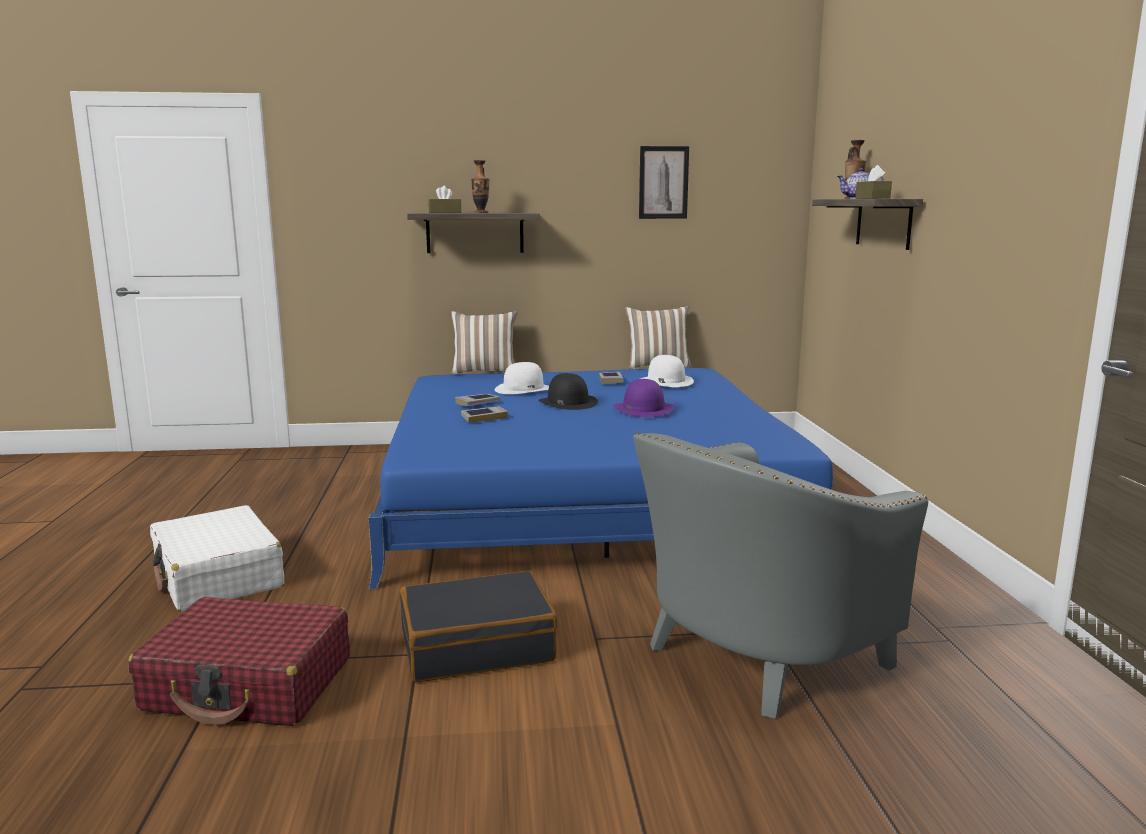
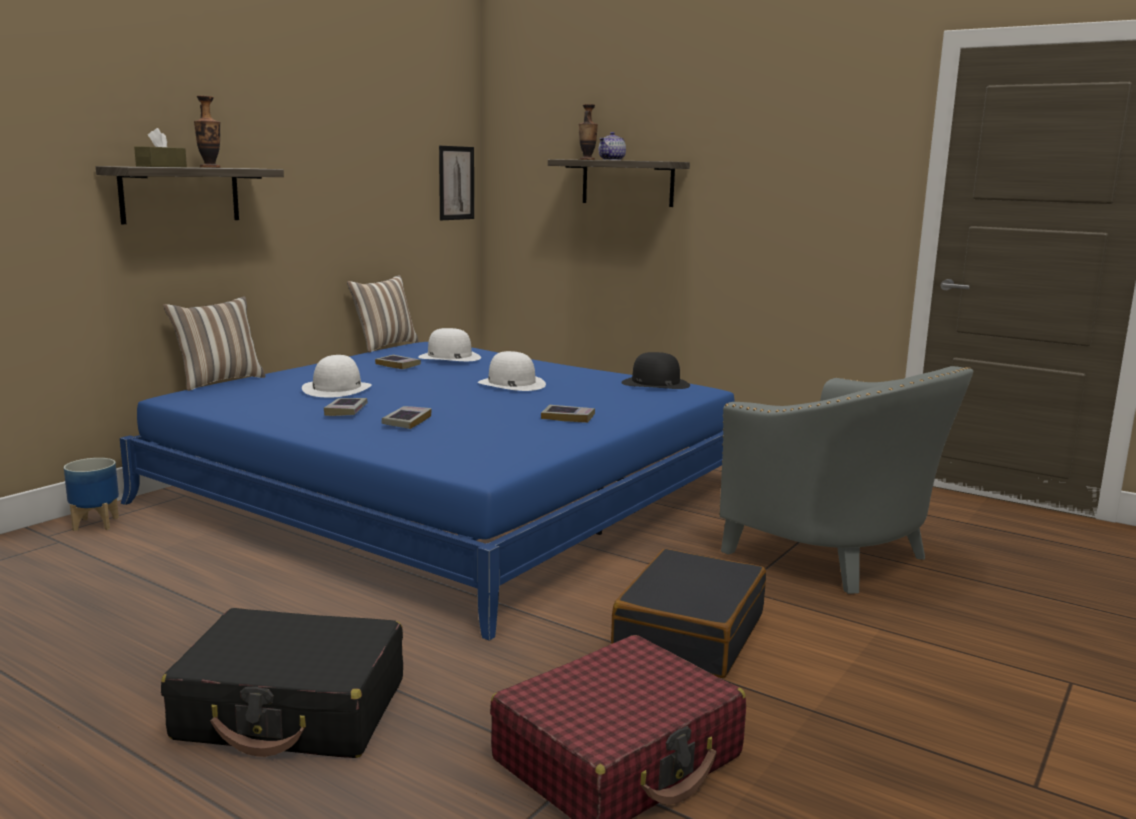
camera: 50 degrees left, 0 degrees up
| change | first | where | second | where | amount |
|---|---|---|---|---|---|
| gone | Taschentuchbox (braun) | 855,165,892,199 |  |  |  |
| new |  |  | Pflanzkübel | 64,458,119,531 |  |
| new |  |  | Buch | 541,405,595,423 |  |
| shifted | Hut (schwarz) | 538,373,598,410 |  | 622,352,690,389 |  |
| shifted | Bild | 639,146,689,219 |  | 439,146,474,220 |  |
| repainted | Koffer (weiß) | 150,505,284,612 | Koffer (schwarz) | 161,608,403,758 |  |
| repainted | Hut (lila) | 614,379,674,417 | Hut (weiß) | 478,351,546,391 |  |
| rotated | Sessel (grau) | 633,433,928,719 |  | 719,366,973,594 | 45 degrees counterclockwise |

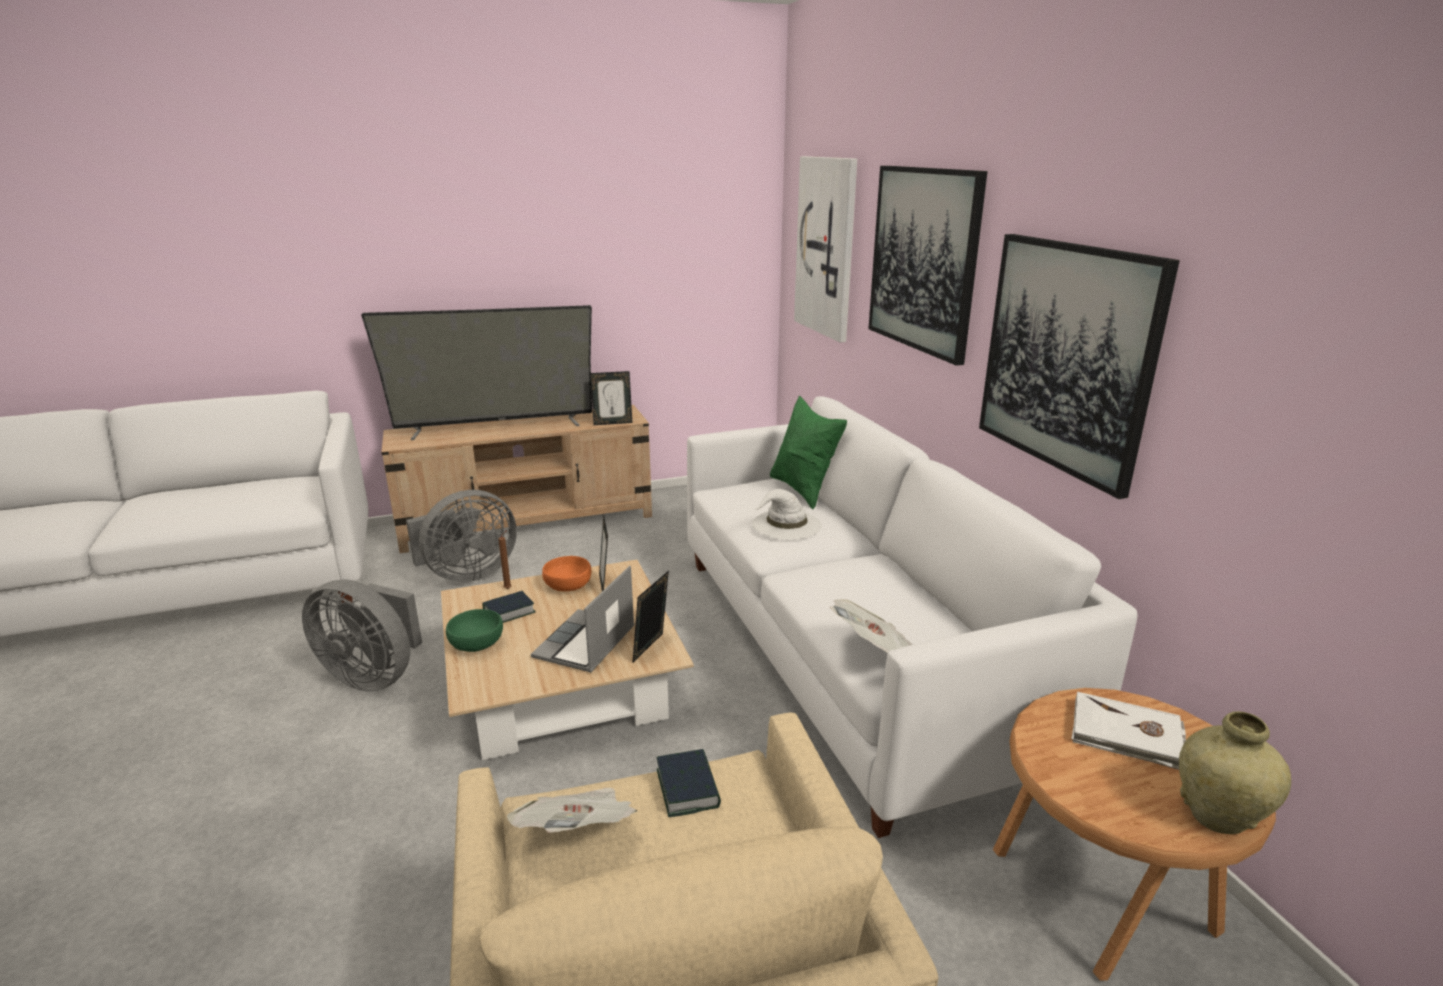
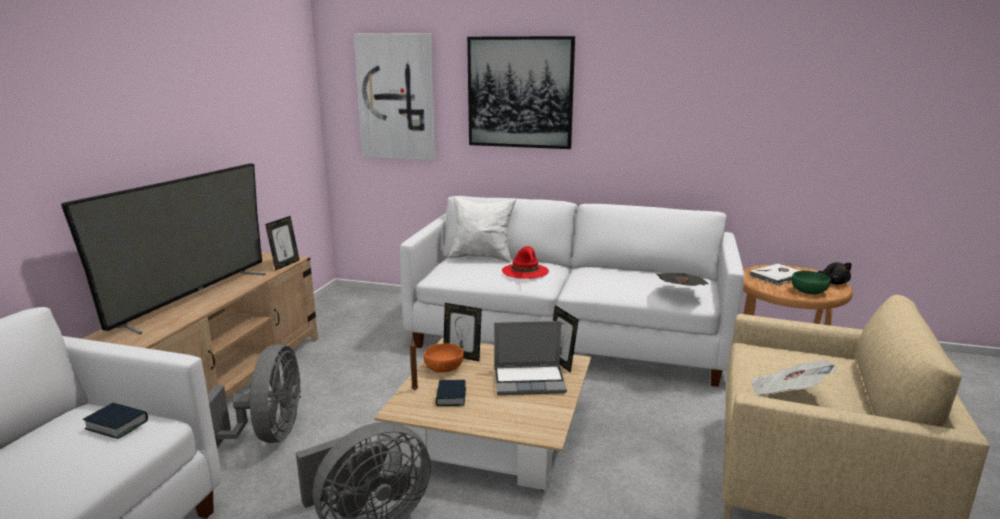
camera: 55 degrees left, 5 degrees down
| change | first | where | second | where | amount |
|---|---|---|---|---|---|
| gone | Bild | 979,234,1180,499 |  |  |  |
| shifted | Schüssel (grün) | 446,609,503,652 |  | 791,271,831,294 |  |
| shifted | Buch | 657,749,721,817 |  | 83,403,148,439 |  |
| swapped | Vase (beige) | 1179,711,1291,834 | Plüschtier (schwarz) | 818,262,851,284 |  |
| repainted | Hut (weiß) | 752,489,822,540 | Hut (rot) | 502,246,549,279 |  |
| repainted | Kissen (grün) | 770,395,847,509 | Kissen (weiß) | 449,196,516,263 |  |
| rotated | Laptop | 531,565,635,672 |  | 494,321,567,395 | 60 degrees counterclockwise |

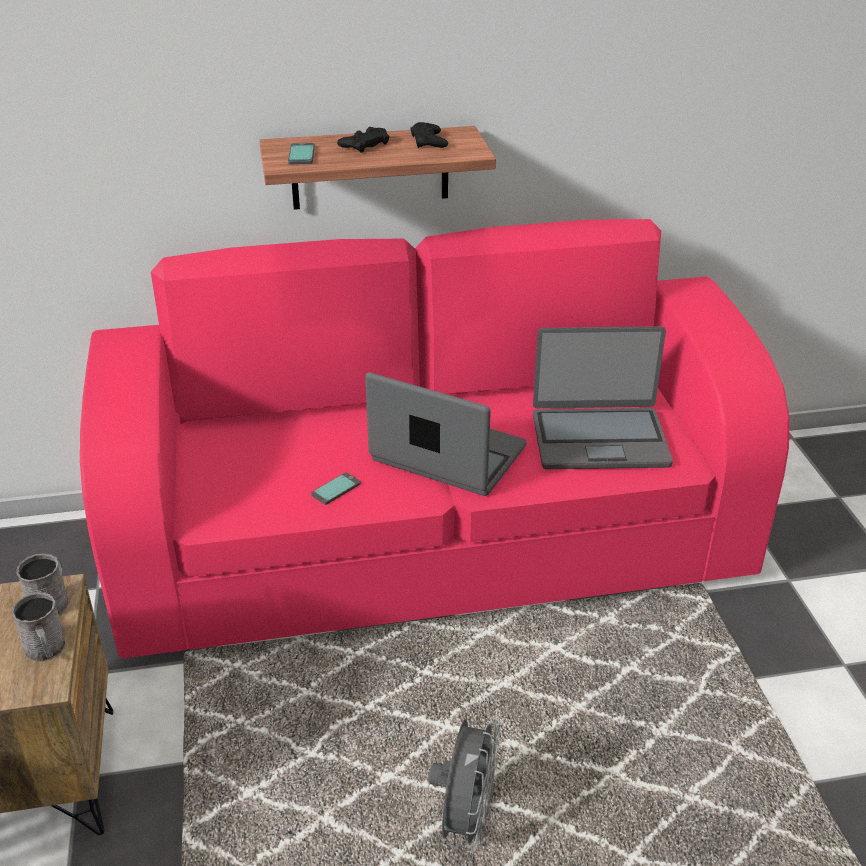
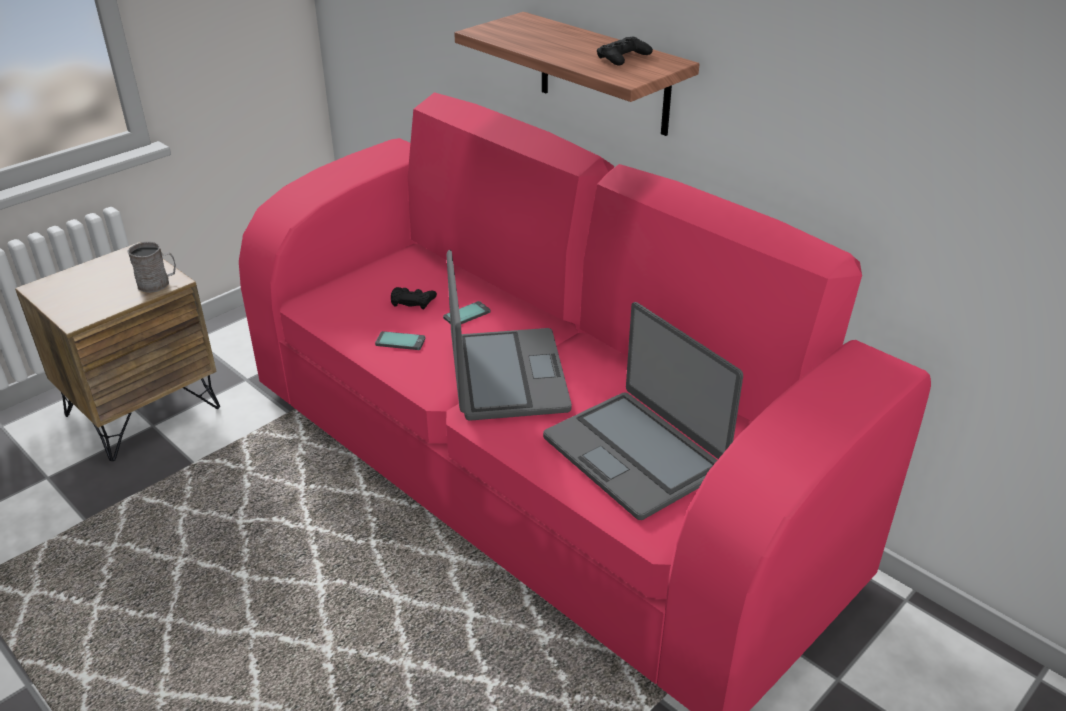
camera: 55 degrees right, 0 degrees up
| change | first | where | second | where | amount |
|---|---|---|---|---|---|
| gone | Henkelbecher (grau) | 12,592,66,661 |  |  |  |
| gone | Ventilator (grau) | 428,717,500,853 |  |  |  |
| shifted | Handy | 288,143,315,165 |  | 443,301,491,324 |  |
| shifted | Gamepad (schwarz) | 337,127,390,153 |  | 391,287,437,309 |  |

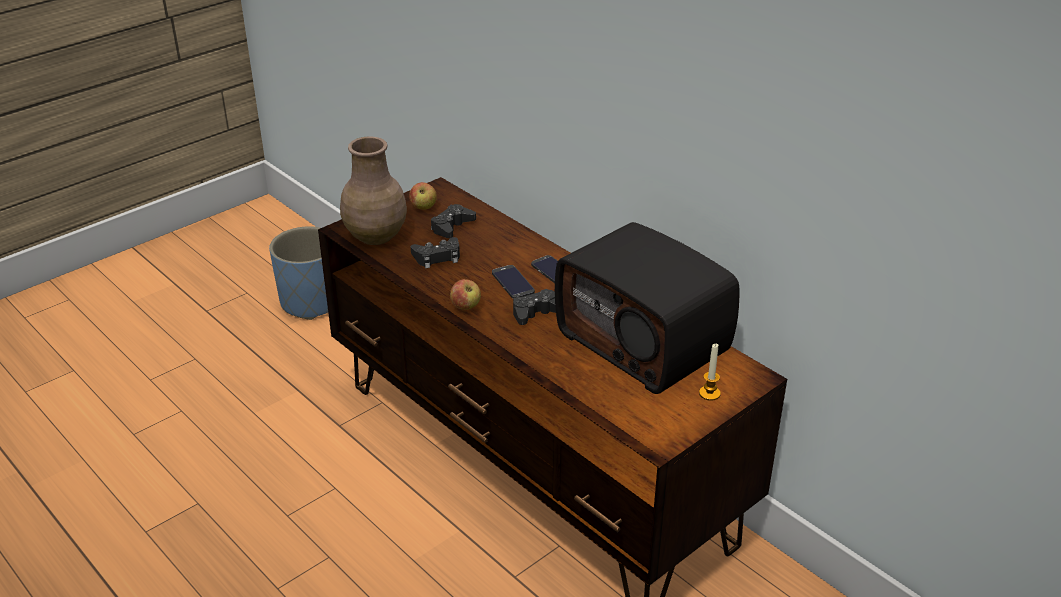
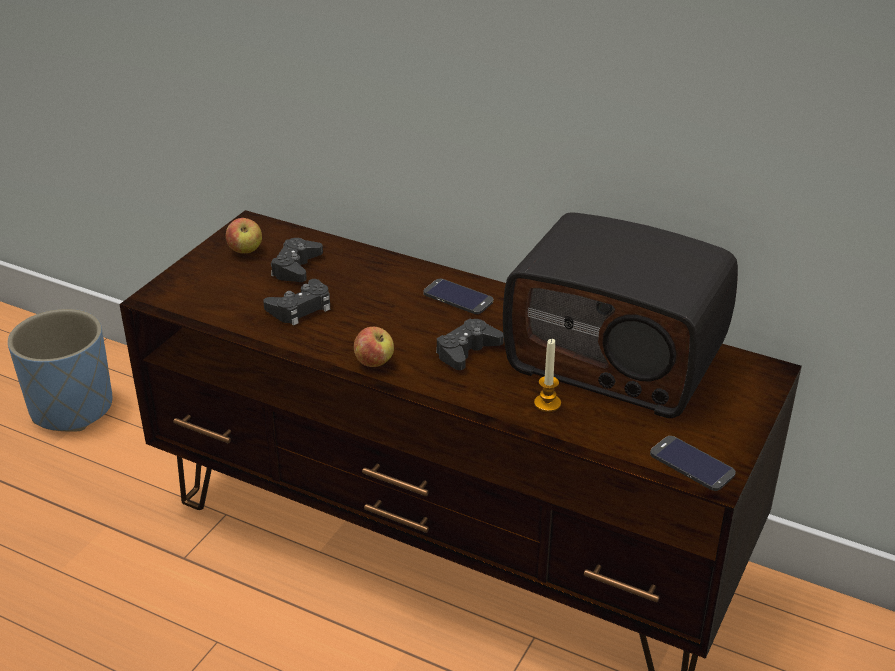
camera: 20 degrees left, 0 degrees up
| change | first | where | second | where | amount |
|---|---|---|---|---|---|
| gone | Vase (braun) | 340,137,407,245 |  |  |  |
| shifted | Handy | 492,265,535,298 |  | 650,436,736,491 |  |
| shifted | Kerze | 699,343,721,401 |  | 534,339,561,412 |  |

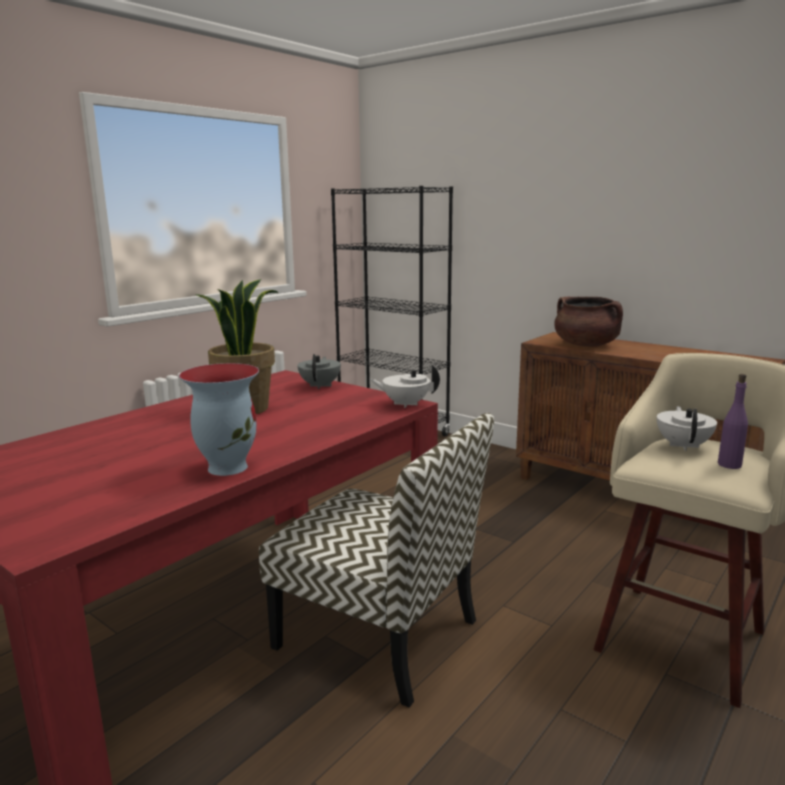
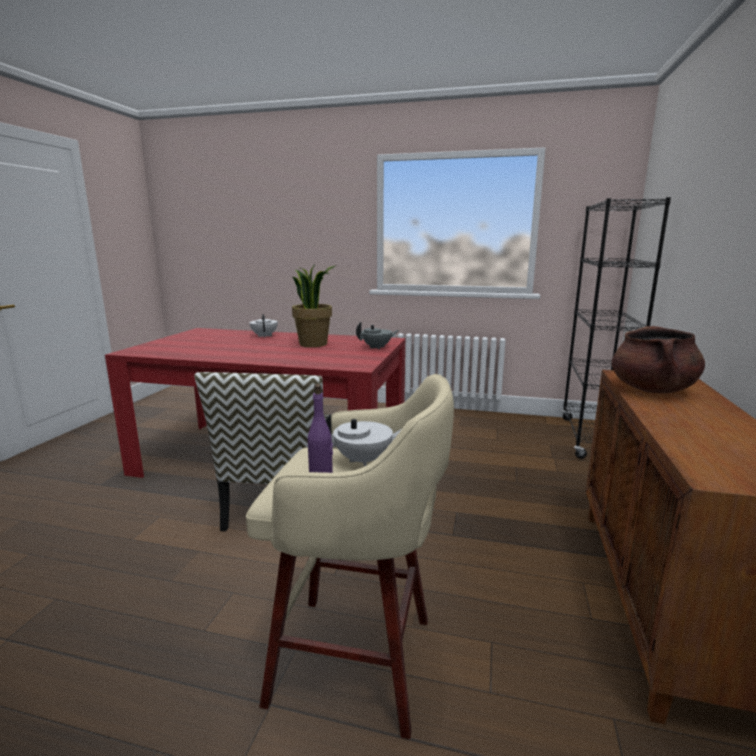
camera: 65 degrees right, 0 degrees up
| change | first | where | second | where | amount |
|---|---|---|---|---|---|
| gone | Vase | 179,363,259,476 |  |  |  |
| shifted | Teekanne (weiß) | 370,365,440,408 |  | 249,314,278,338 |  |

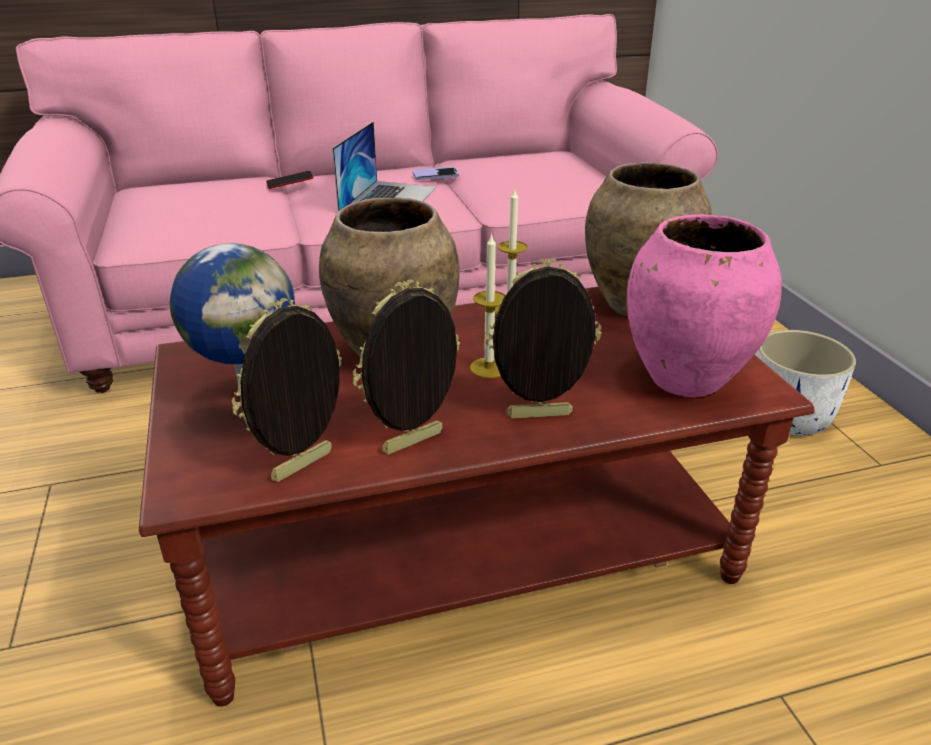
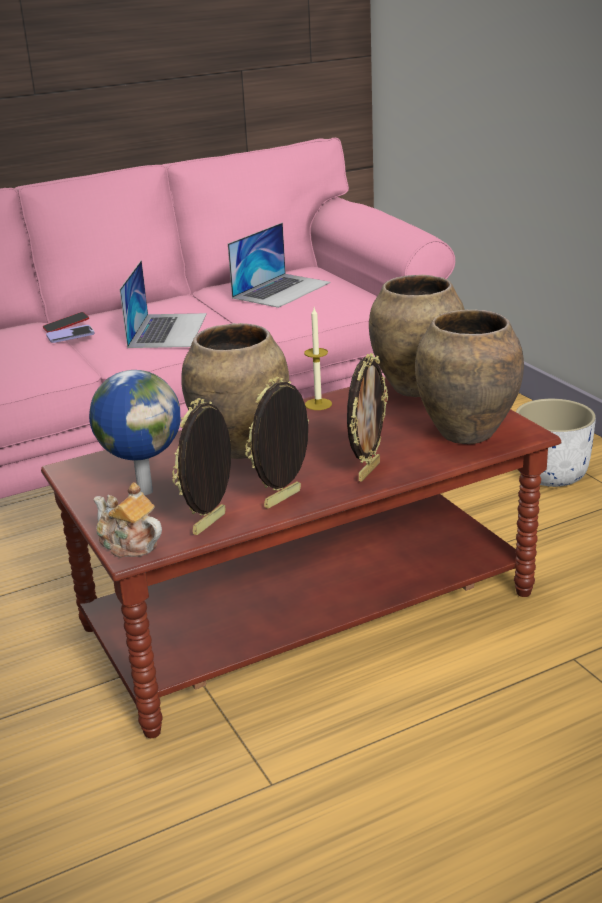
camera: 10 degrees left, 5 degrees down
| change | first | where | second | where | amount |
|---|---|---|---|---|---|
| gone | Kerze | 470,233,506,378 |  |  |  |
| new |  |  | Teekanne | 93,482,162,558 |  |
| new |  |  | Laptop | 228,223,331,308 |  |
| shifted | Handy | 413,167,459,180 |  | 46,325,95,343 |  |
| repainted | Vase (rosa) | 627,214,782,397 | Vase (braun) | 415,309,524,444 |  |
| rotated | Bilderrahmen | 485,259,602,418 |  | 347,353,388,482 | 135 degrees clockwise |

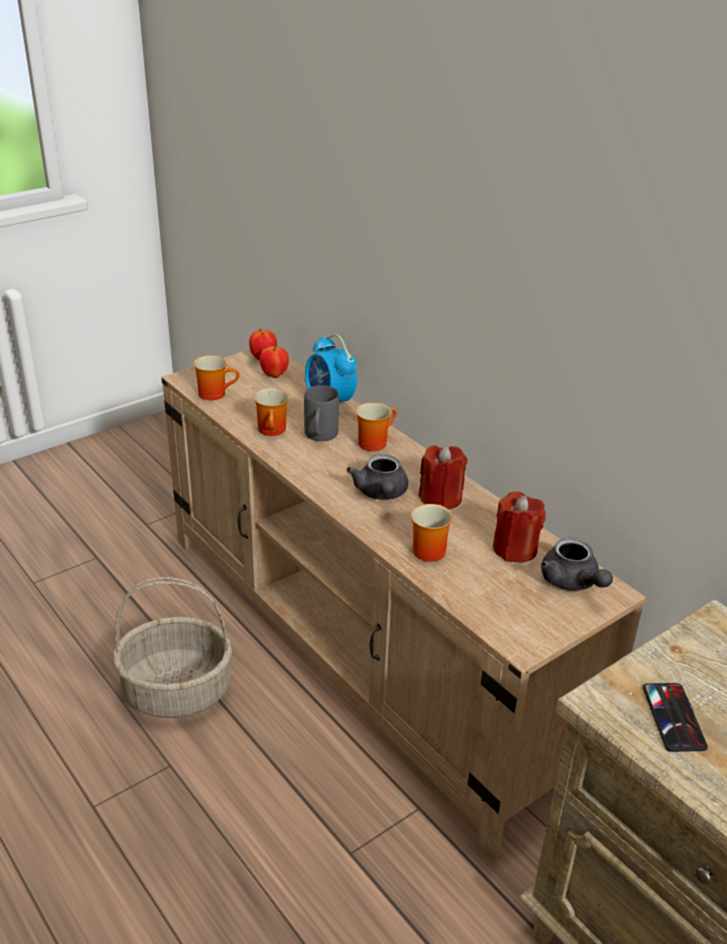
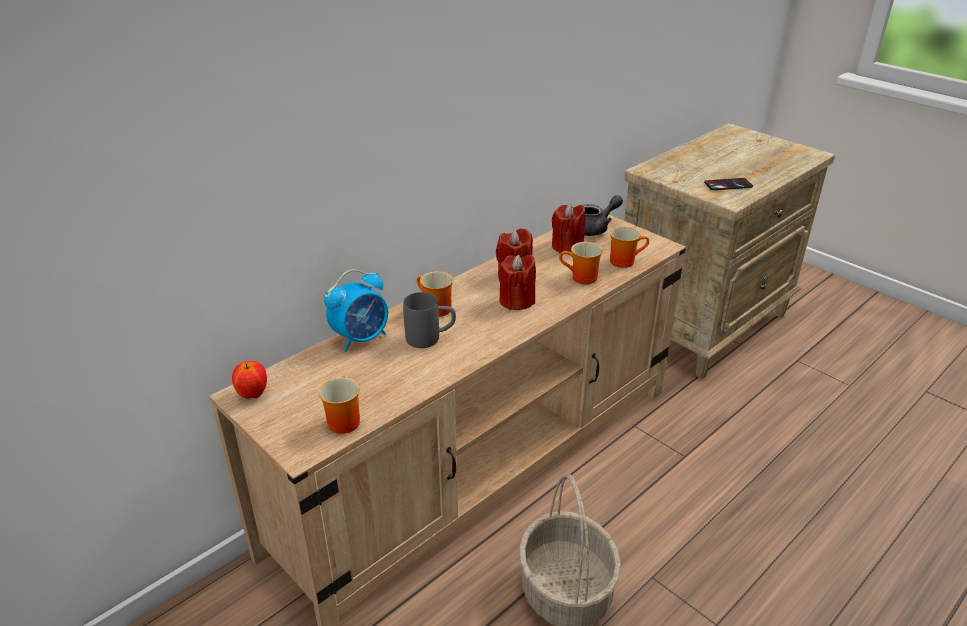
camera: 95 degrees left, 0 degrees up
| change | first | where | second | where | amount |
|---|---|---|---|---|---|
| gone | Apfel | 260,345,289,378 |  |  |  |
| shifted | Henkelbecher | 254,388,289,436 |  | 610,227,649,268 |  |
| swapped | Teekanne (grau) | 347,454,408,500 | Kerze (rot) | 498,254,536,310 |  |

